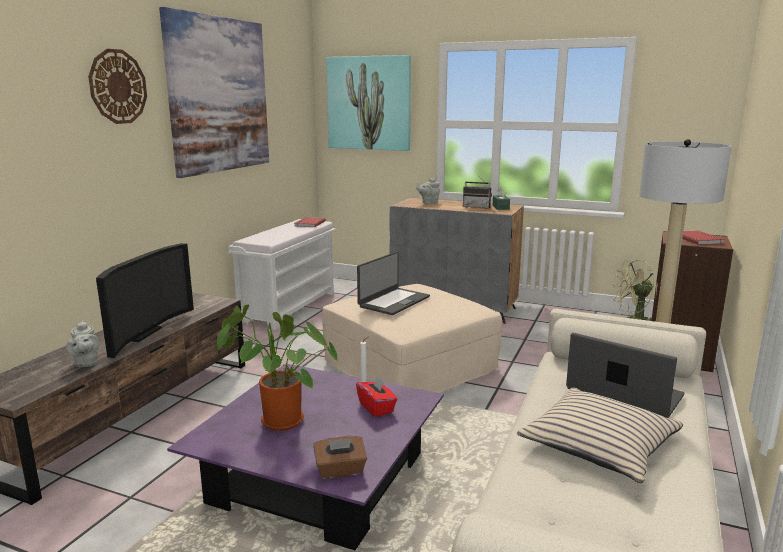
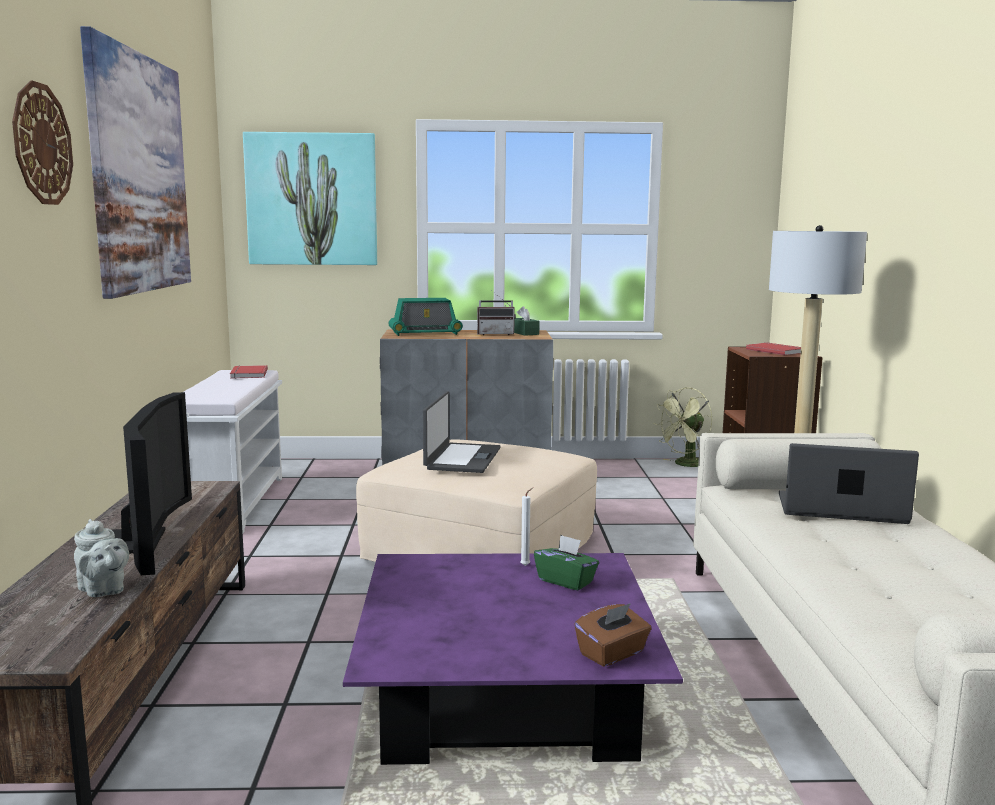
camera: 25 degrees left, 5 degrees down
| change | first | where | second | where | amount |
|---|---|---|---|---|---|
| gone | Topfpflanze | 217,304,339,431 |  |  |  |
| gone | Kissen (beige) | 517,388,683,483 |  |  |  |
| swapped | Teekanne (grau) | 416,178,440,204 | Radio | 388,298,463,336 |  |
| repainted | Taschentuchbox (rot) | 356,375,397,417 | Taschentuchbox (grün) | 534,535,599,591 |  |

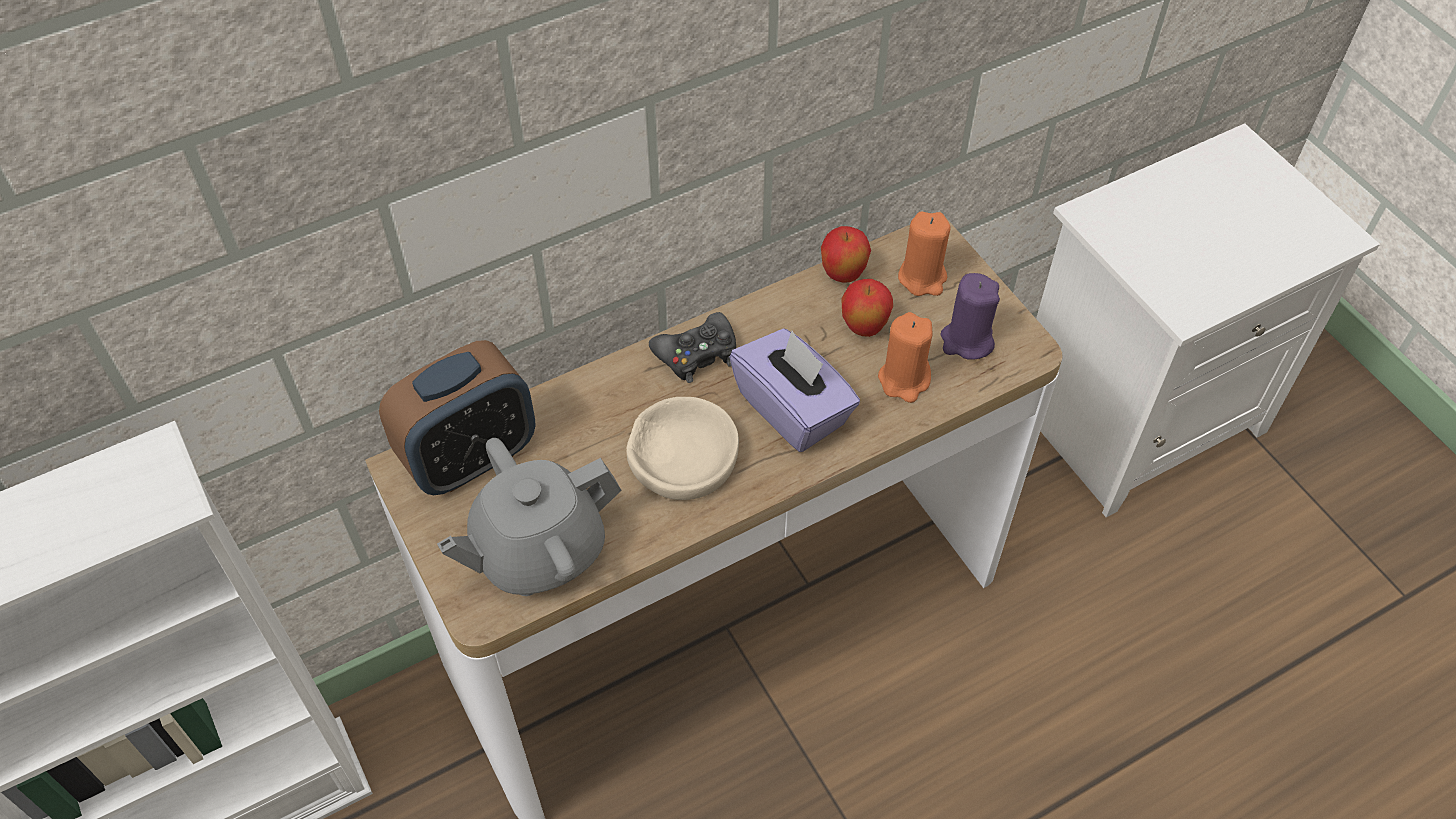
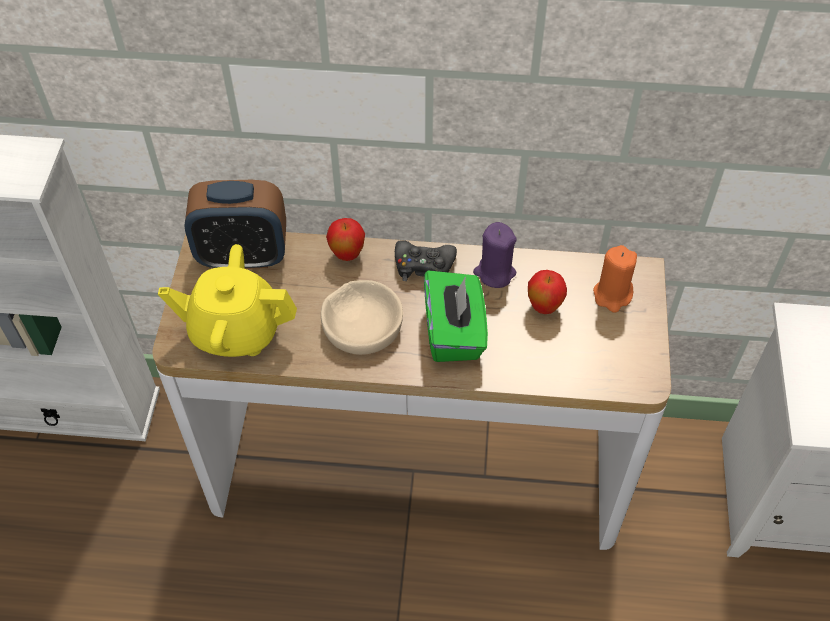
camera: 35 degrees right, 0 degrees up
| change | first | where | second | where | amount |
|---|---|---|---|---|---|
| gone | Kerze (orange) | 878,312,933,403 |  |  |  |
| shifted | Apfel | 821,226,871,283 |  | 326,218,365,261 |  |
| shifted | Kerze (lila) | 940,273,1000,360 |  | 473,222,517,288 |  |
| repainted | Teekanne (grau) | 437,438,622,596 | Teekanne (gelb) | 158,244,297,357 |  |
| repainted | Taschentuchbox (lila) | 729,328,860,452 | Taschentuchbox (grün) | 424,271,488,362 |  |

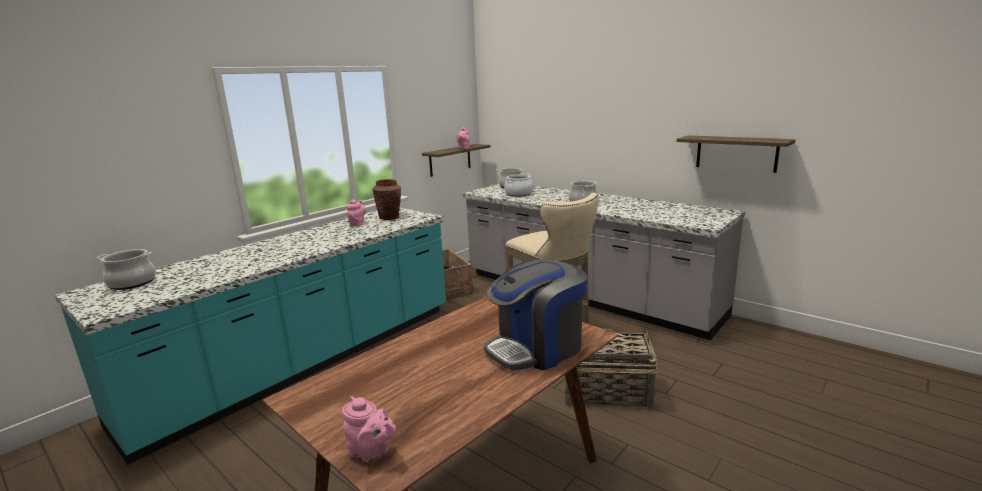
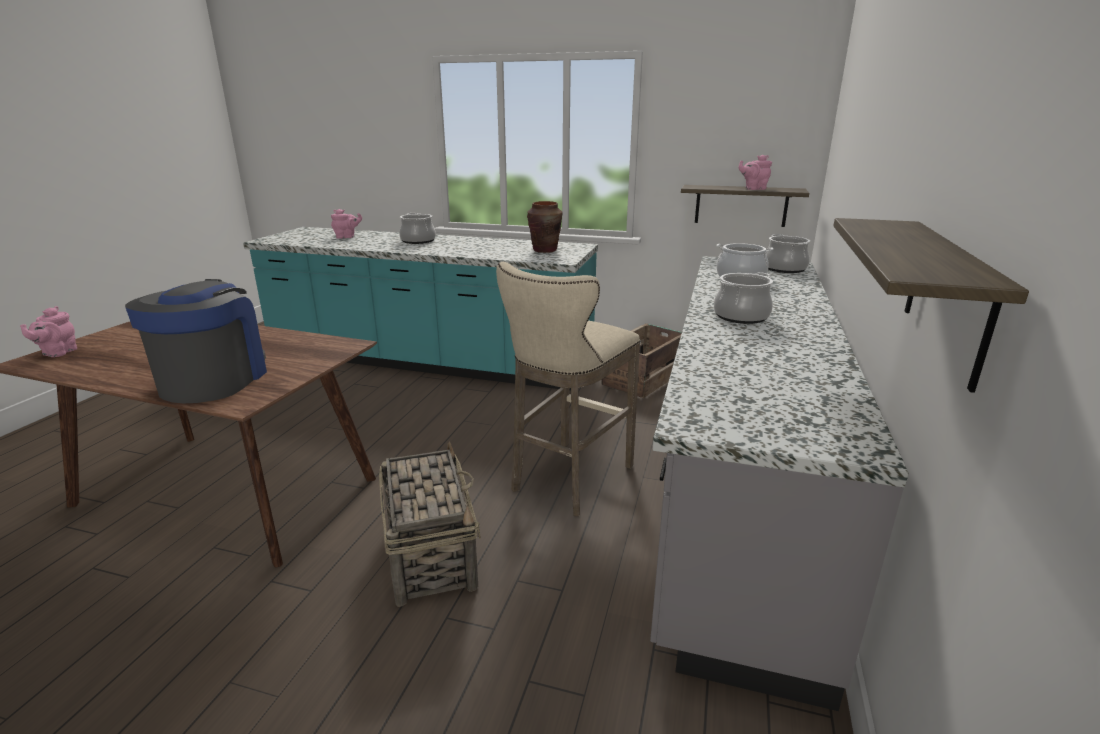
camera: 65 degrees right, 5 degrees up
| change | first | where | second | where | amount |
|---|---|---|---|---|---|
| shifted | Kochtopf | 96,249,156,290 |  | 399,213,436,244 |  |
| shifted | Teekanne (rosa) | 347,199,366,226 |  | 331,209,362,239 |  |
| rotated | Kaffeemaschine | 484,259,588,371 |  | 125,279,267,403 | 60 degrees clockwise |

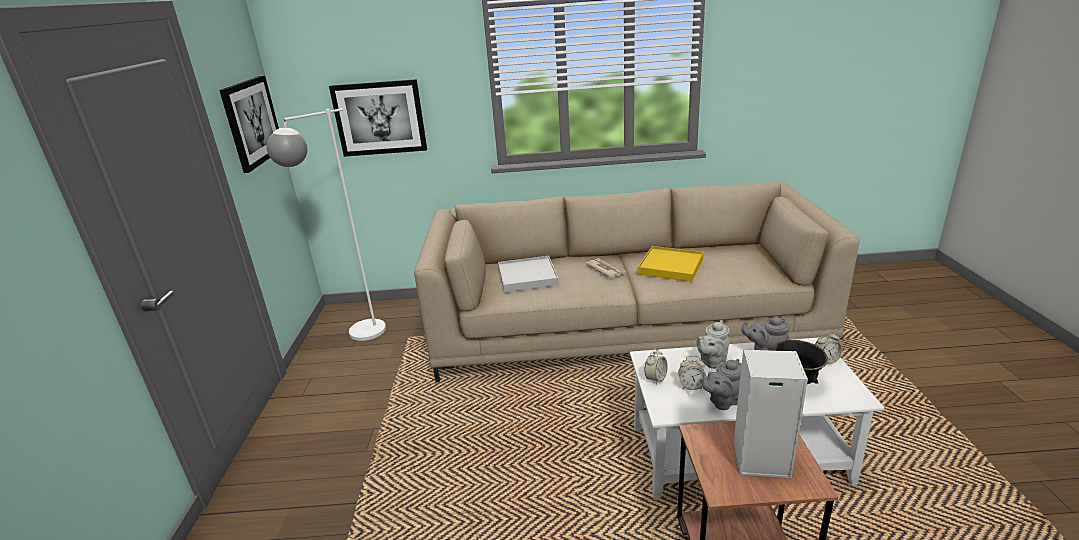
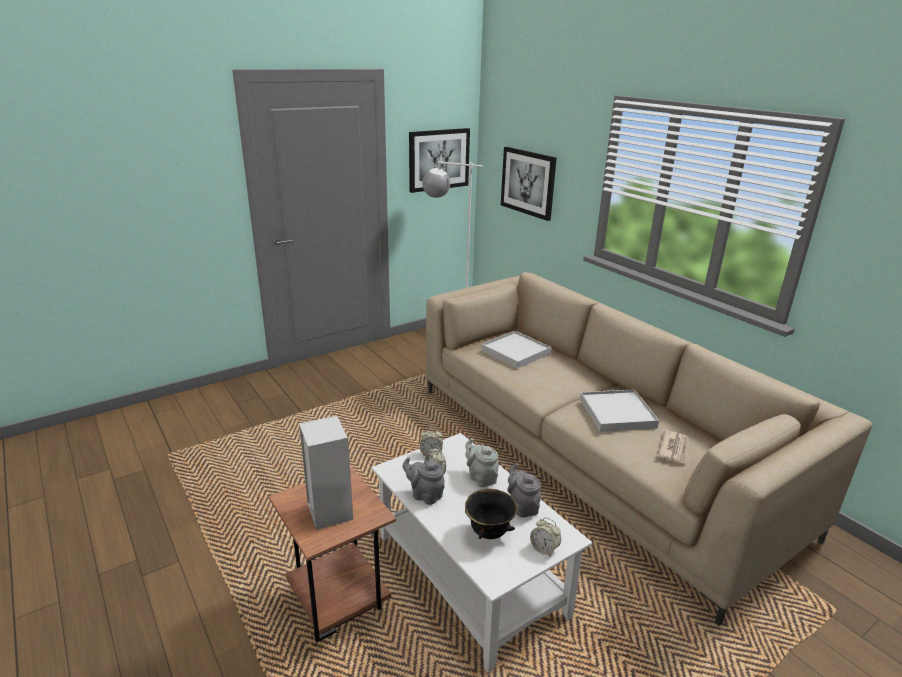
camera: 55 degrees right, 0 degrees up
| change | first | where | second | where | amount |
|---|---|---|---|---|---|
| shifted | Zeitung | 585,258,626,278 |  | 657,430,688,464 |  |
| repainted | Tablett (gelb) | 638,246,703,282 | Tablett (weiß) | 580,389,659,432 |  |
| rotated | Teekanne (grau) | 697,320,730,369 |  | 465,438,499,487 | 45 degrees clockwise |

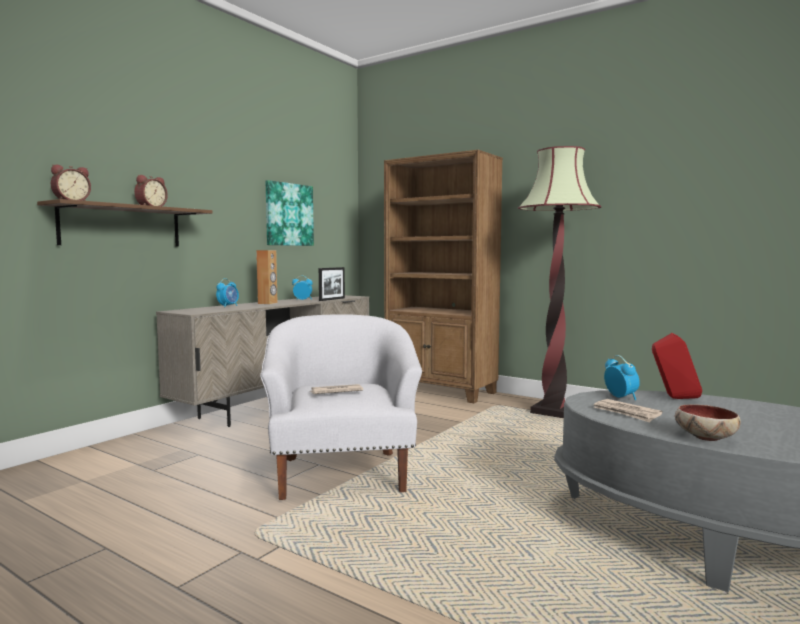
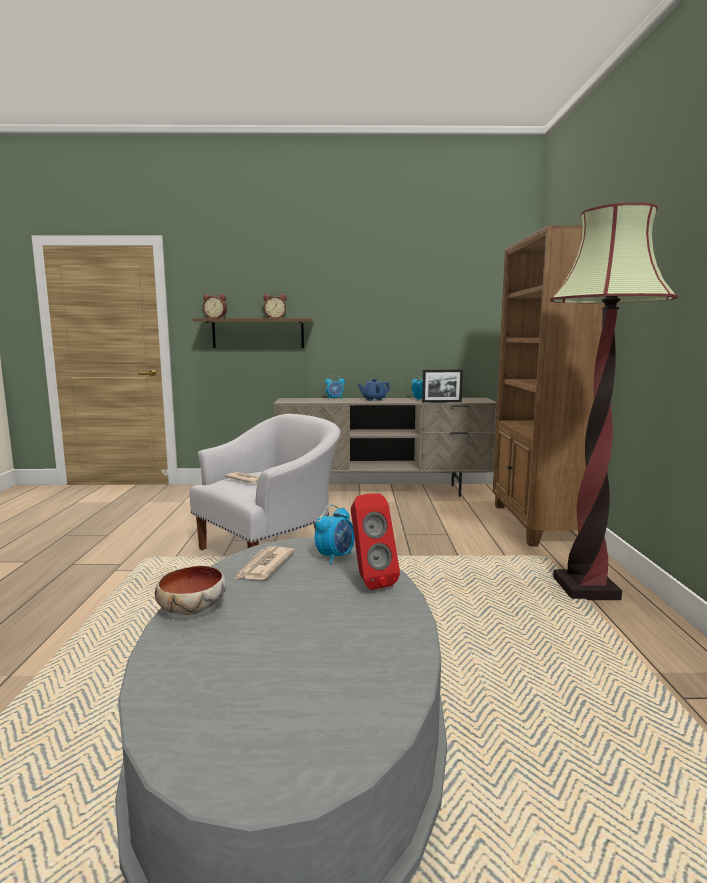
camera: 55 degrees right, 5 degrees up
| change | first | where | second | where | amount |
|---|---|---|---|---|---|
| gone | Bild | 265,180,314,246 |  |  |  |
| swapped | Lautsprecher (braun) | 256,250,278,304 | Teekanne (blau) | 358,379,390,401 |  |

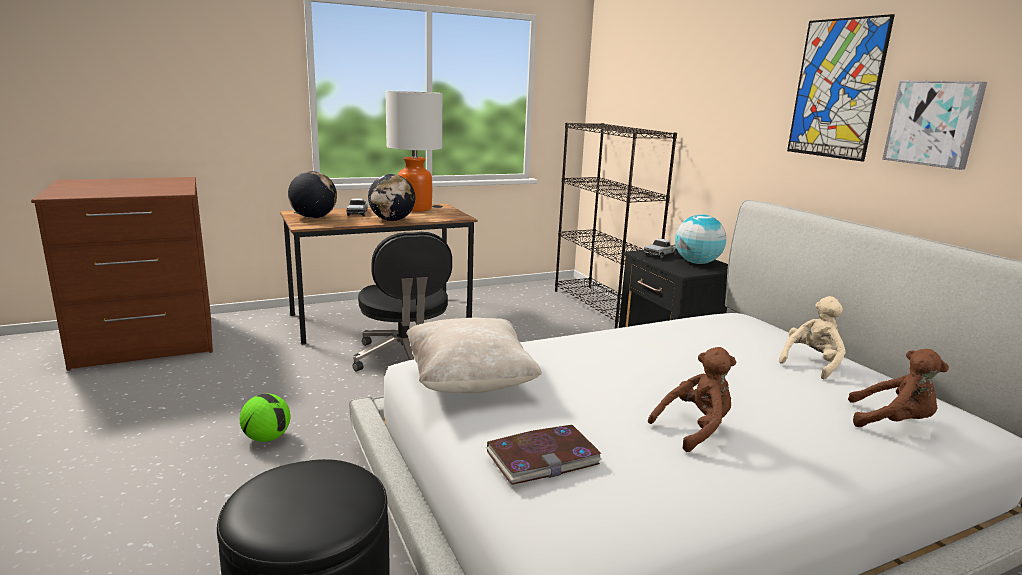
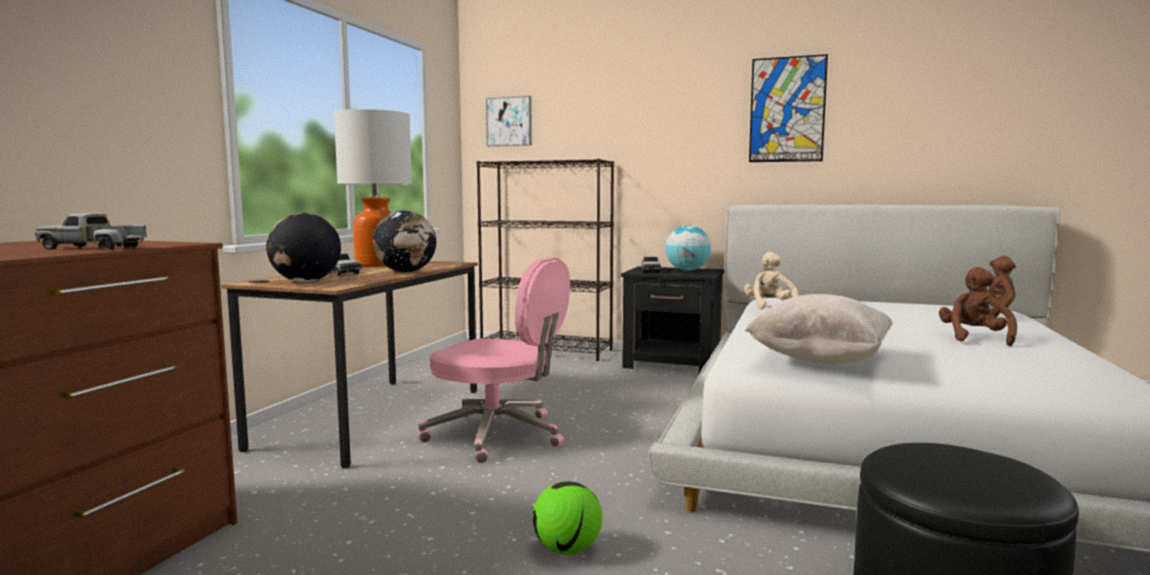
camera: 45 degrees left, 10 degrees down
| change | first | where | second | where | amount |
|---|---|---|---|---|---|
| gone | Buch | 486,425,603,485 |  |  |  |
| new |  |  | Spielzeuglaster | 35,213,147,250 |  |
| shifted | Plüschtier (beige) | 779,296,846,379 |  | 744,252,799,310 |  |
| shifted | Bild | 882,80,987,170 |  | 486,96,532,146 |  |
| repainted | Bürostuhl (schwarz) | 353,232,452,371 | Bürostuhl (rosa) | 419,257,570,463 |  |

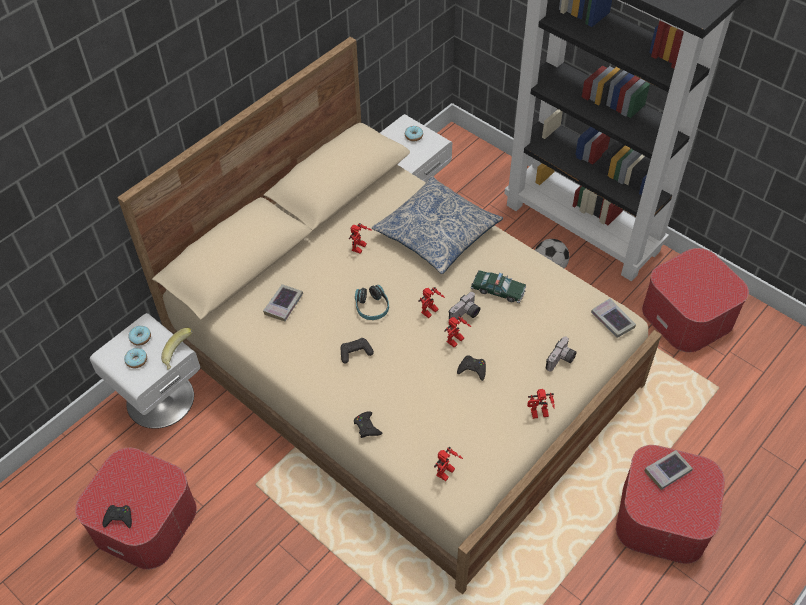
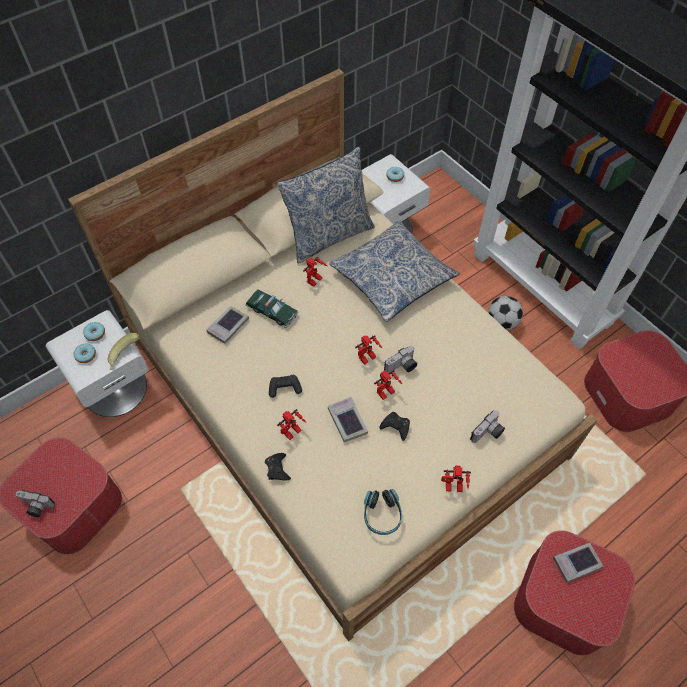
camera: 10 degrees right, 5 degrees up
| change | first | where | second | where | amount |
|---|---|---|---|---|---|
| new |  |  | Kissen | 277,146,375,264 |  |
| shifted | Kopfhörer | 355,285,389,320 |  | 364,489,402,535 |  |
| shifted | Spielzeugroboter | 434,447,463,481 |  | 277,409,306,440 |  |
| shifted | Spielzeugauto | 471,270,526,303 |  | 245,289,298,328 |  |
| shifted | Buch | 591,298,636,338 |  | 328,397,368,442 |  |
| swapped | Gamepad (schwarz) | 103,505,132,528 | Kamera | 15,490,55,517 |  |

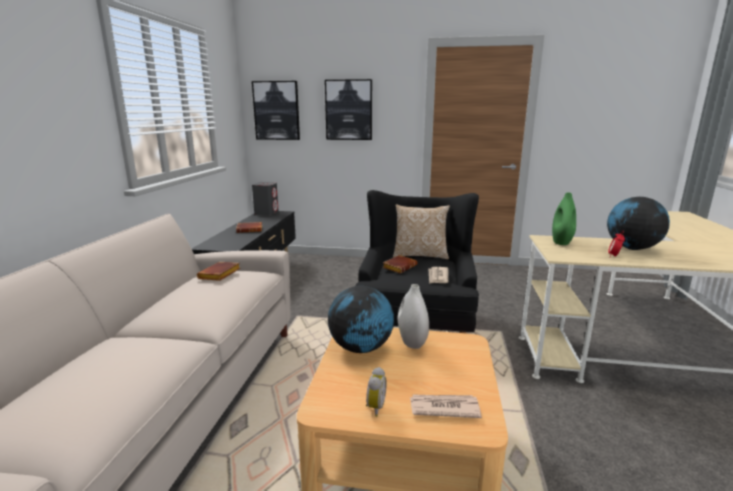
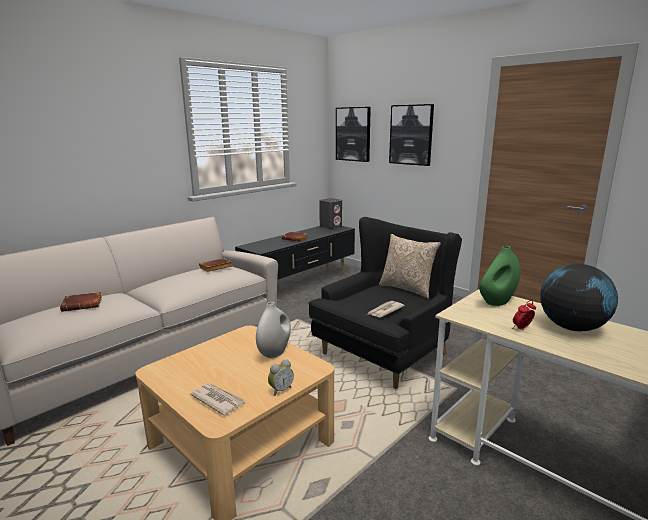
camera: 35 degrees right, 0 degrees up
| change | first | where | second | where | amount |
|---|---|---|---|---|---|
| gone | Globus | 328,286,394,353 |  |  |  |
| shifted | Wecker | 366,367,387,417 |  | 268,360,294,396 |  |
| shifted | Buch (braun) | 382,255,417,273 |  | 60,292,102,312 |  |

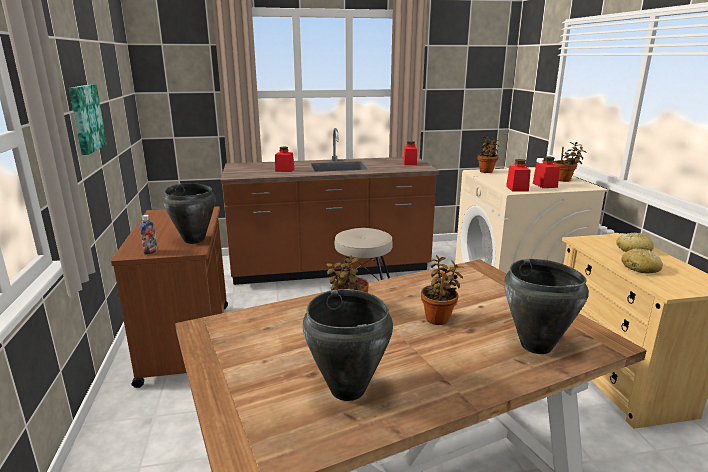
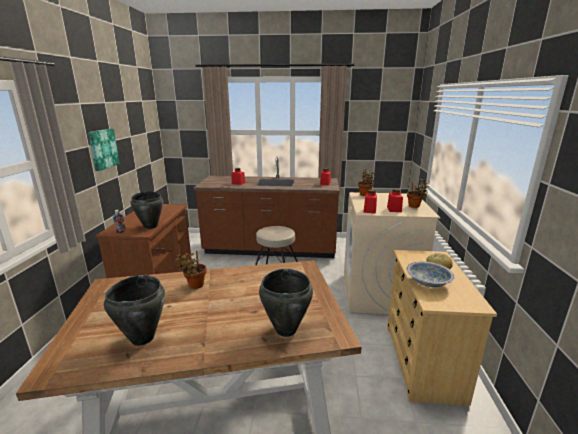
camera: 15 degrees right, 0 degrees up
| change | first | where | second | where | amount |
|---|---|---|---|---|---|
| gone | Topfpflanze | 421,255,464,325 |  |  |  |
| swapped | Brot | 622,248,663,274 | Schüssel | 406,261,455,287 |  |

